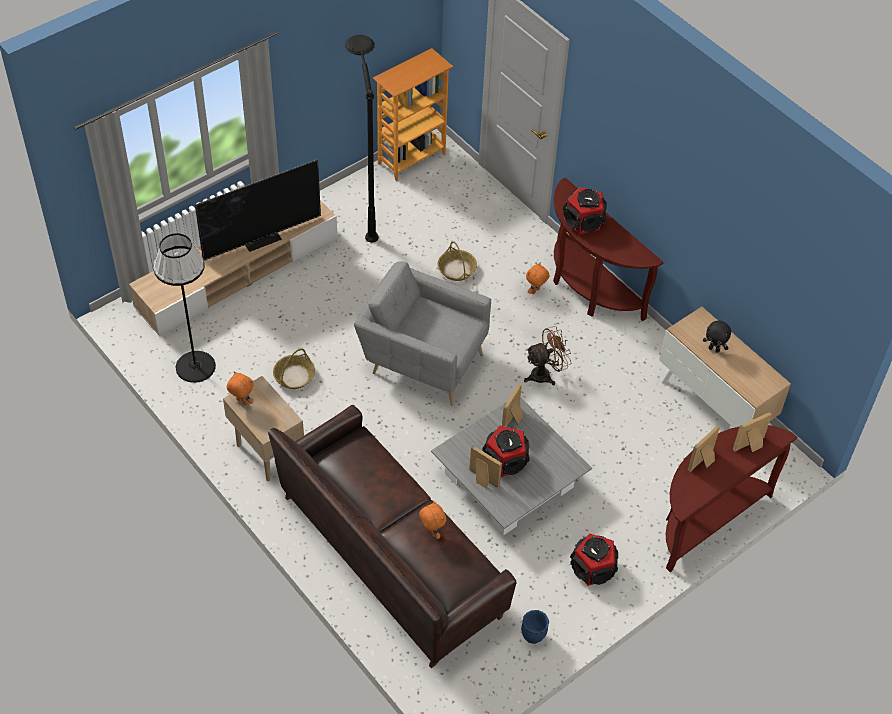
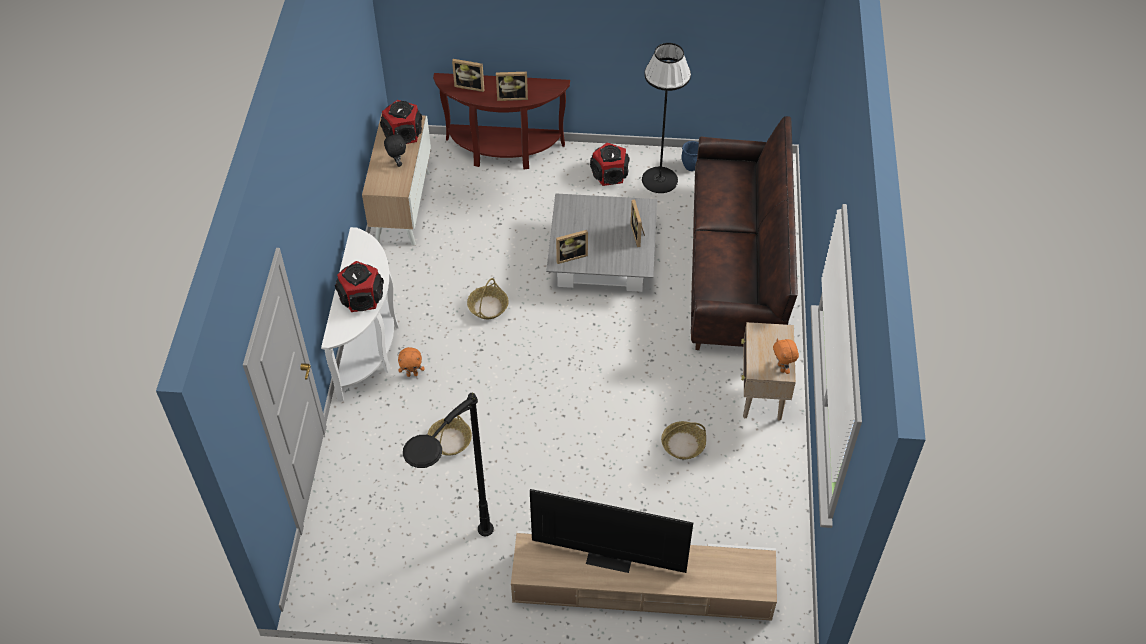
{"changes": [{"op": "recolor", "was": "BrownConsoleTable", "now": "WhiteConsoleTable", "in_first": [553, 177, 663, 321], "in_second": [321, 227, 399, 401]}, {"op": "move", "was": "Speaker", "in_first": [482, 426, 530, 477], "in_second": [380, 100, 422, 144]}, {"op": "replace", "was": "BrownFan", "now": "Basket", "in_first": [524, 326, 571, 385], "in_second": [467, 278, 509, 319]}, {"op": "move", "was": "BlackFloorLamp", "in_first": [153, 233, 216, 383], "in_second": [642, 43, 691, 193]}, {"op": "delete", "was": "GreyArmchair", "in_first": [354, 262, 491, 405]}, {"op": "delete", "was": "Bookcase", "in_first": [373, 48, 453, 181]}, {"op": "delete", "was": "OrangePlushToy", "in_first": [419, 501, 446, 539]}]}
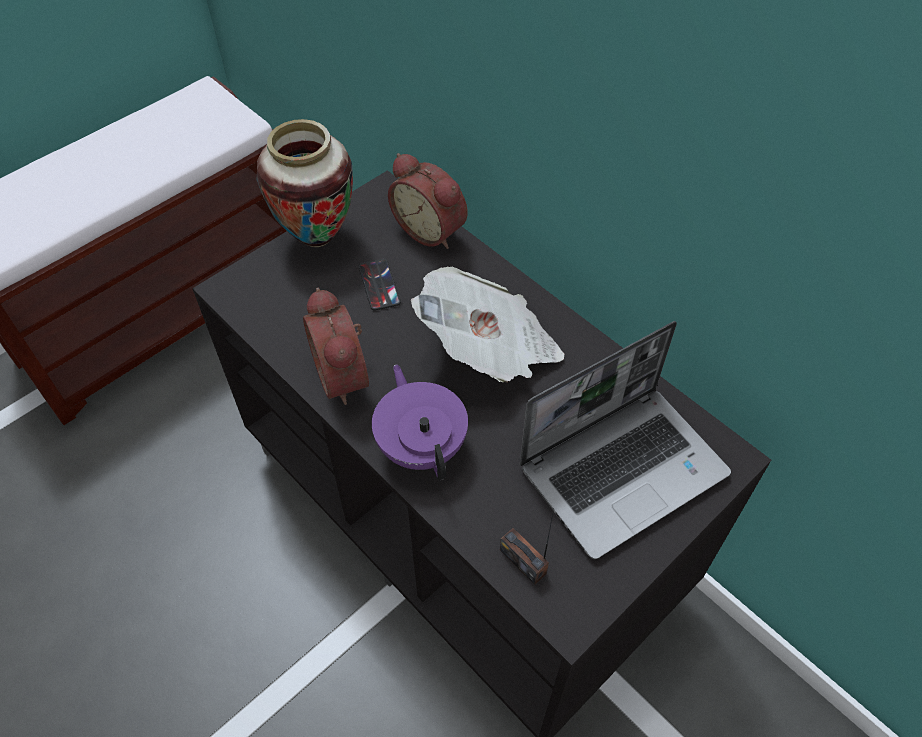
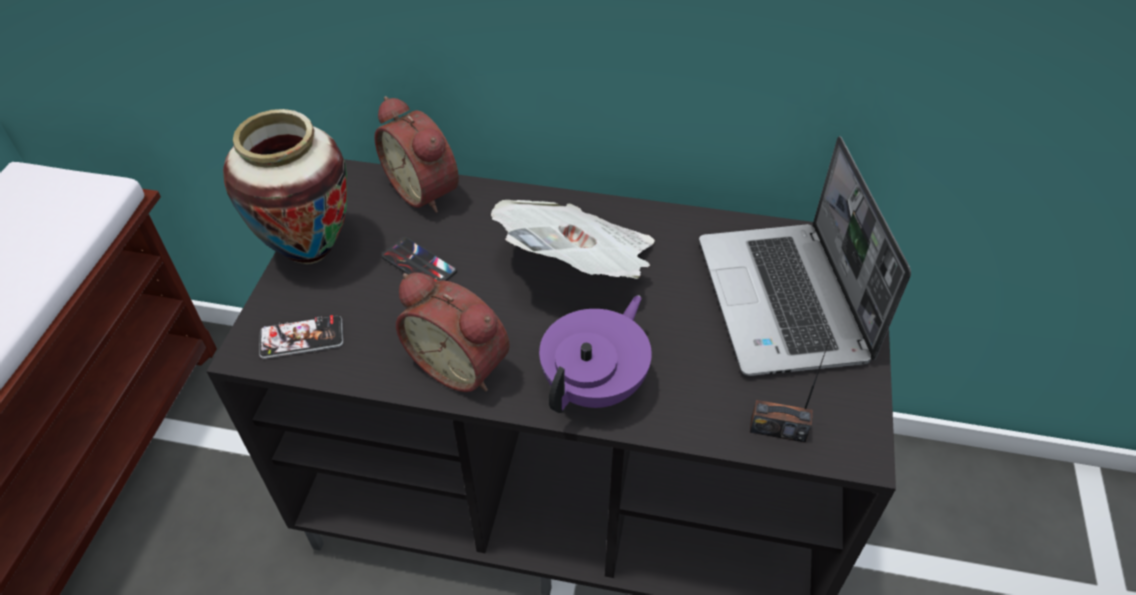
{"changes": [{"op": "insert", "now": "Phone", "in_second": [259, 315, 343, 359]}, {"op": "rotate", "was": "AlarmClock", "in_first": [388, 153, 468, 249], "in_second": [374, 96, 459, 213], "clockwise": 45}, {"op": "rotate", "was": "PurpleTeapot", "in_first": [372, 364, 468, 480], "in_second": [539, 295, 652, 413], "clockwise": 90}, {"op": "rotate", "was": "Laptop", "in_first": [520, 321, 731, 559], "in_second": [699, 136, 911, 376], "clockwise": 150}]}
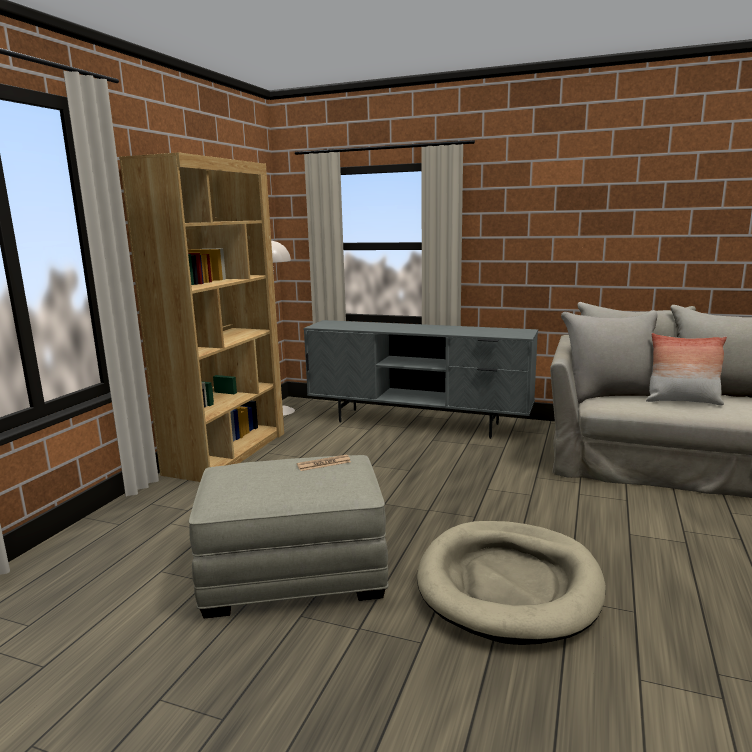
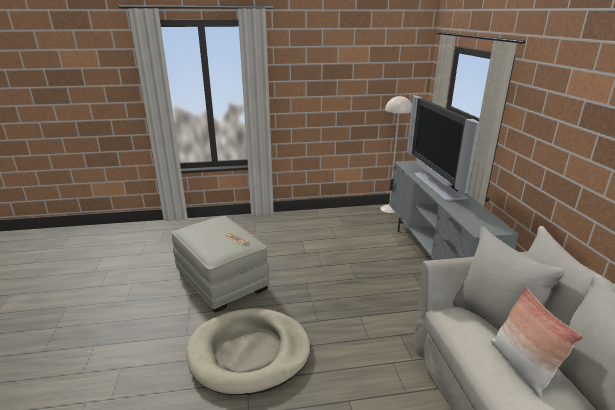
{"changes": [{"op": "insert", "now": "Television", "in_second": [407, 95, 480, 201]}, {"op": "delete", "was": "BrownBookcase", "in_first": [119, 152, 284, 482]}]}
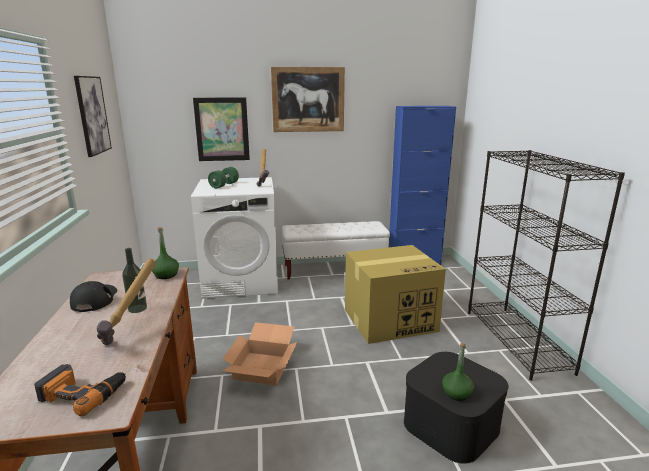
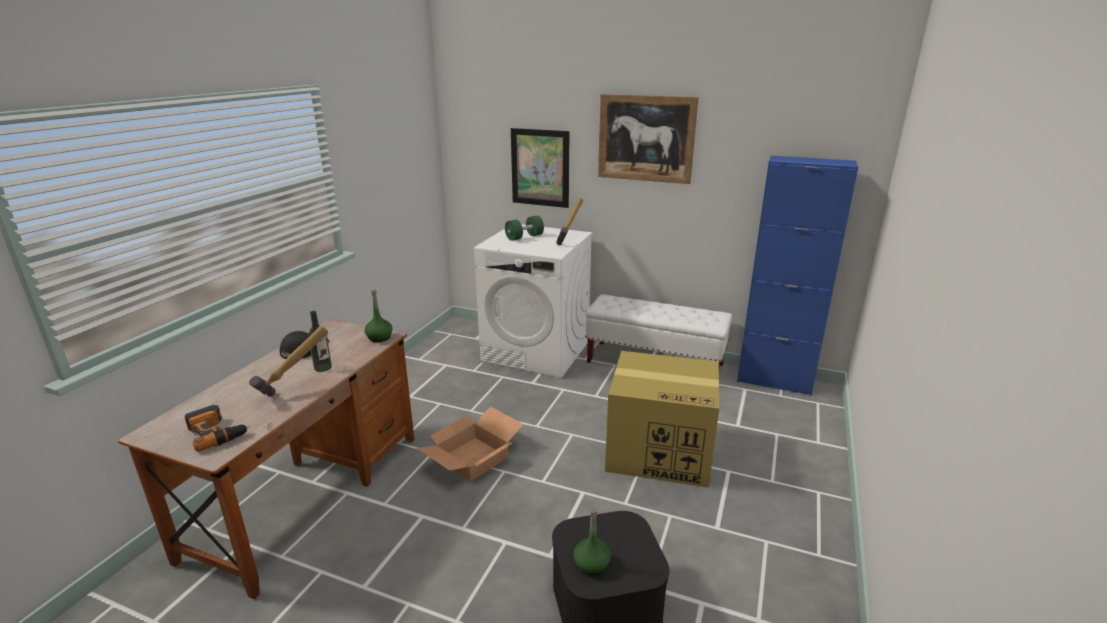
{"changes": [{"op": "delete", "was": "Picture", "in_first": [74, 76, 112, 157]}, {"op": "delete", "was": "BlackBookcase", "in_first": [468, 150, 625, 381]}]}
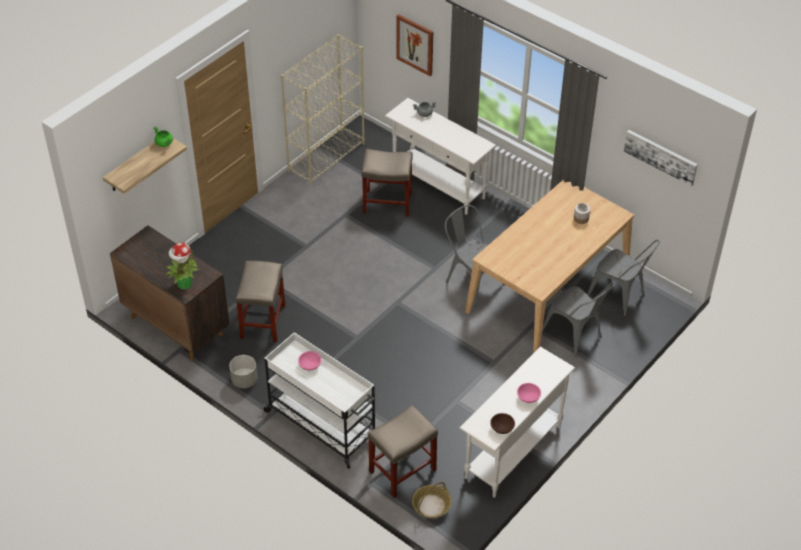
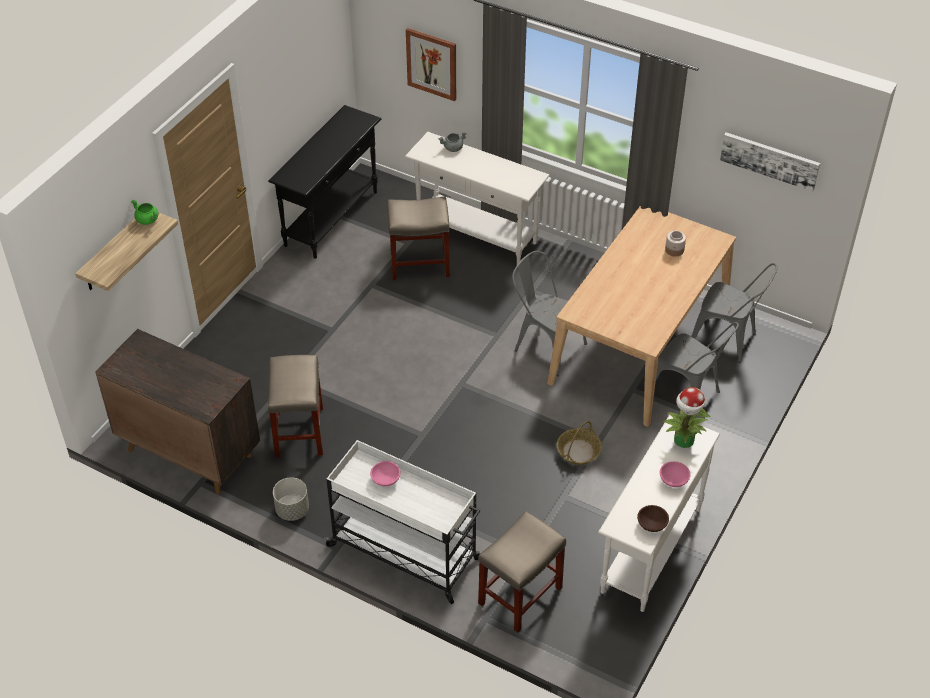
{"changes": [{"op": "replace", "was": "BeigeBookcase", "now": "BlackConsoleTable", "in_first": [281, 34, 365, 186], "in_second": [268, 105, 381, 259]}, {"op": "move", "was": "Basket", "in_first": [412, 482, 451, 518], "in_second": [557, 421, 602, 465]}, {"op": "move", "was": "PottedPlant", "in_first": [165, 242, 199, 289], "in_second": [663, 387, 710, 448]}]}
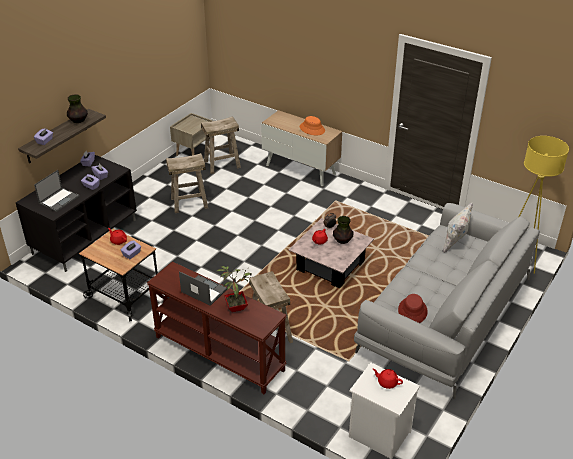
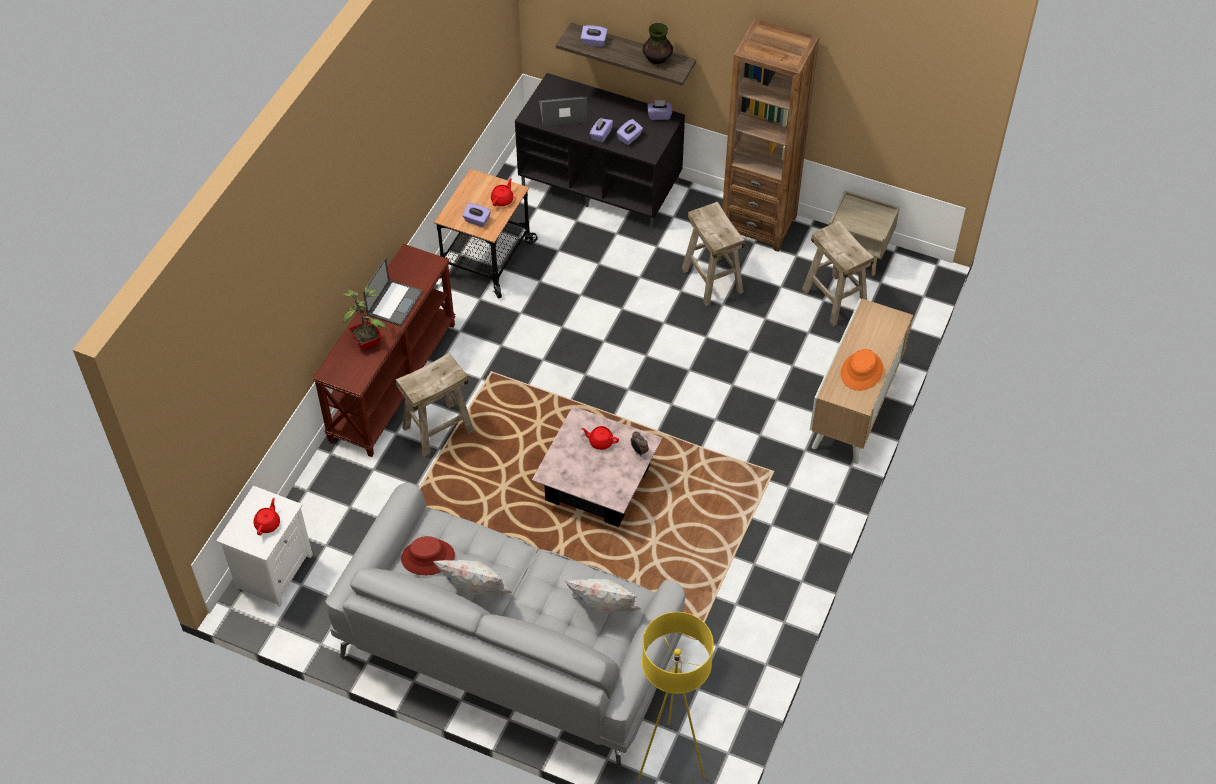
{"changes": [{"op": "insert", "now": "WhitePillow", "in_second": [433, 560, 512, 595]}, {"op": "rotate", "was": "Laptop", "in_first": [34, 170, 79, 212], "in_second": [539, 97, 587, 126], "clockwise": 150}, {"op": "insert", "now": "BrownBookcase", "in_second": [722, 19, 819, 252]}, {"op": "delete", "was": "Vase", "in_first": [333, 216, 353, 244]}]}
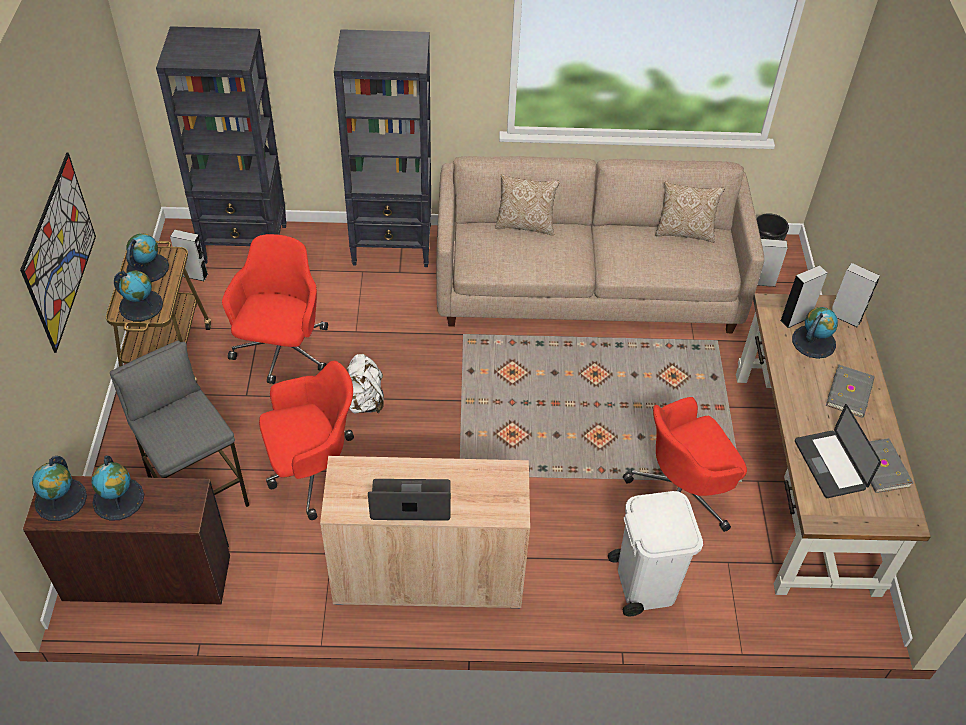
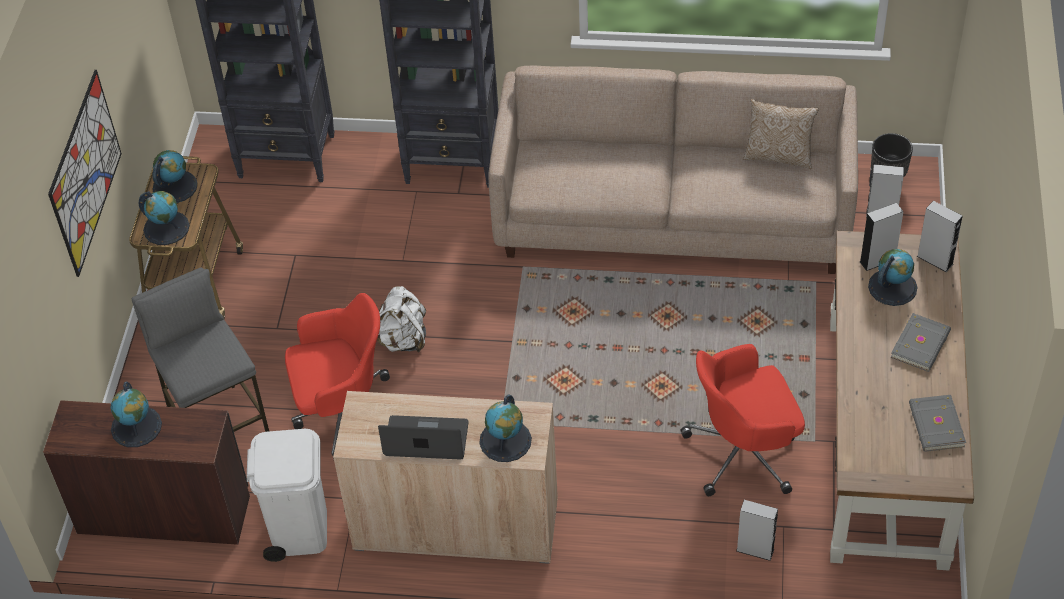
{"changes": [{"op": "move", "was": "WhiteTrashCan", "in_first": [608, 491, 703, 616], "in_second": [247, 429, 327, 562]}, {"op": "move", "was": "Globe", "in_first": [32, 456, 87, 521], "in_second": [479, 395, 532, 462]}, {"op": "move", "was": "GreySpeaker", "in_first": [170, 230, 208, 281], "in_second": [736, 500, 778, 561]}, {"op": "delete", "was": "RedOfficeChair", "in_first": [222, 234, 328, 384]}, {"op": "delete", "was": "Pillow", "in_first": [495, 174, 560, 236]}, {"op": "delete", "was": "Laptop", "in_first": [795, 404, 881, 498]}]}
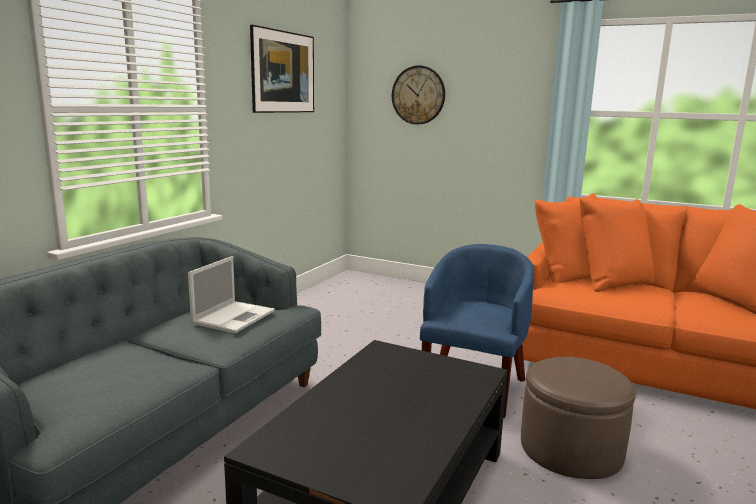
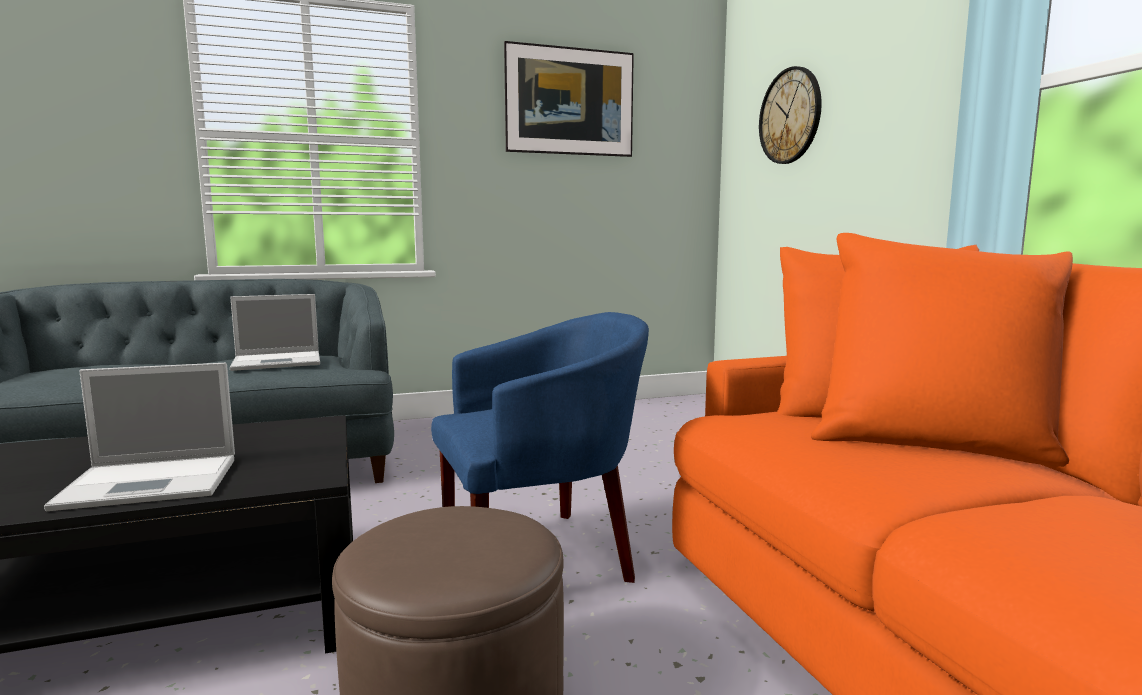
{"changes": [{"op": "insert", "now": "Laptop", "in_second": [44, 363, 235, 511]}]}
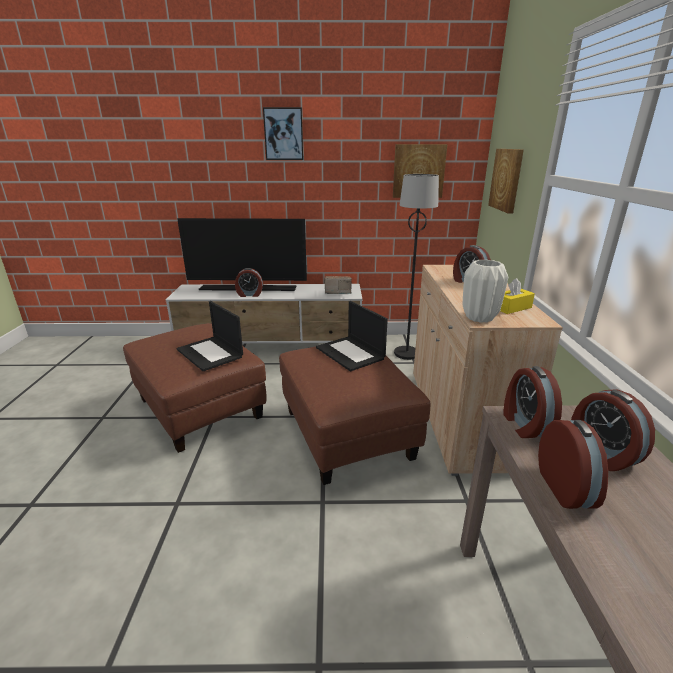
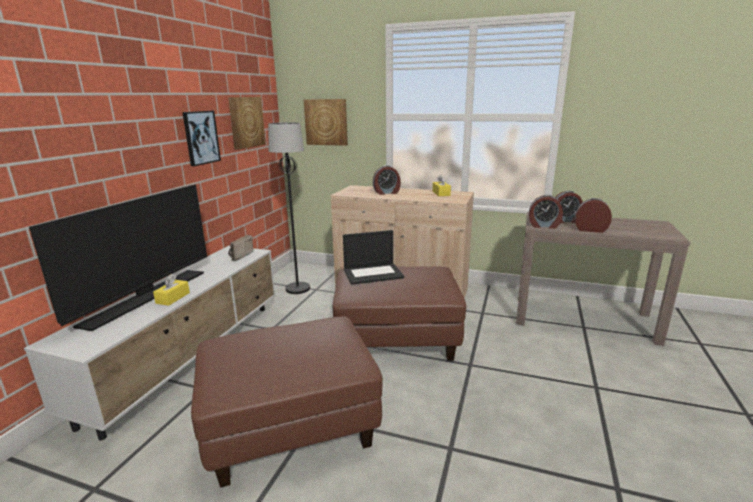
{"changes": [{"op": "replace", "was": "AlarmClock", "now": "YellowTissueBox", "in_first": [235, 268, 263, 297], "in_second": [153, 274, 190, 306]}, {"op": "move", "was": "Picture", "in_first": [263, 107, 303, 160], "in_second": [182, 111, 221, 166]}, {"op": "delete", "was": "Laptop", "in_first": [177, 301, 243, 371]}, {"op": "delete", "was": "WhiteVase", "in_first": [463, 259, 508, 323]}]}
